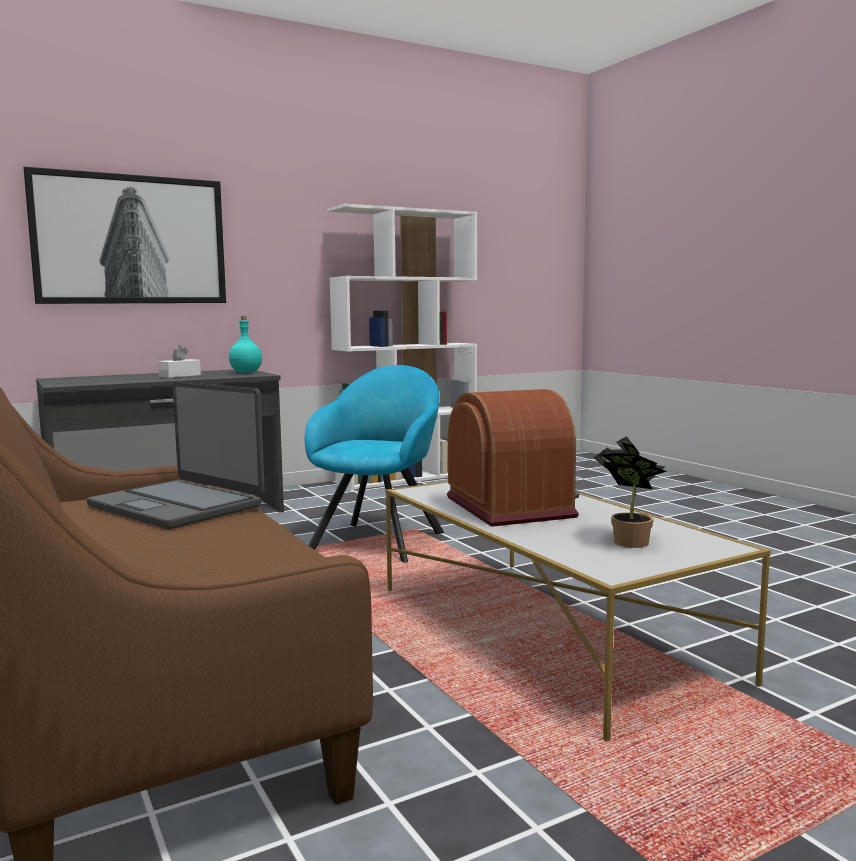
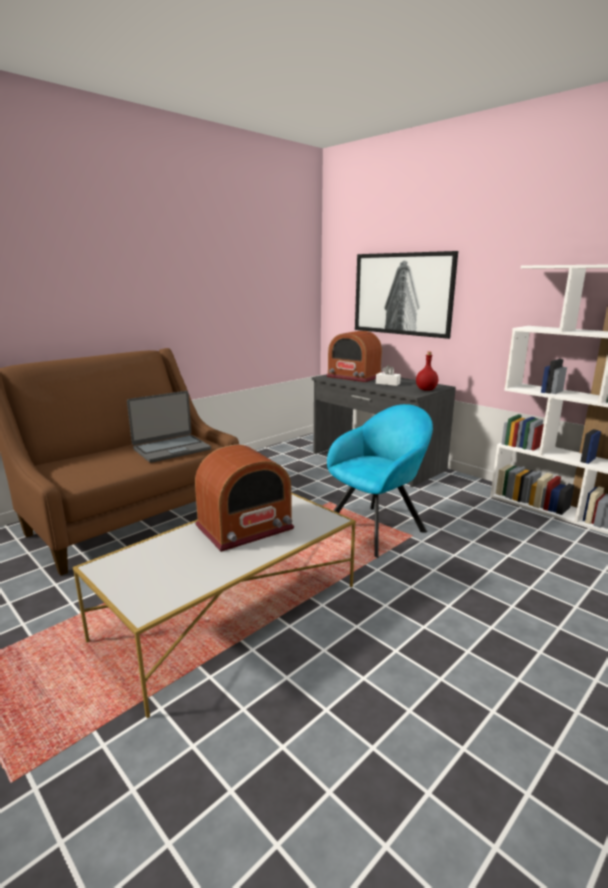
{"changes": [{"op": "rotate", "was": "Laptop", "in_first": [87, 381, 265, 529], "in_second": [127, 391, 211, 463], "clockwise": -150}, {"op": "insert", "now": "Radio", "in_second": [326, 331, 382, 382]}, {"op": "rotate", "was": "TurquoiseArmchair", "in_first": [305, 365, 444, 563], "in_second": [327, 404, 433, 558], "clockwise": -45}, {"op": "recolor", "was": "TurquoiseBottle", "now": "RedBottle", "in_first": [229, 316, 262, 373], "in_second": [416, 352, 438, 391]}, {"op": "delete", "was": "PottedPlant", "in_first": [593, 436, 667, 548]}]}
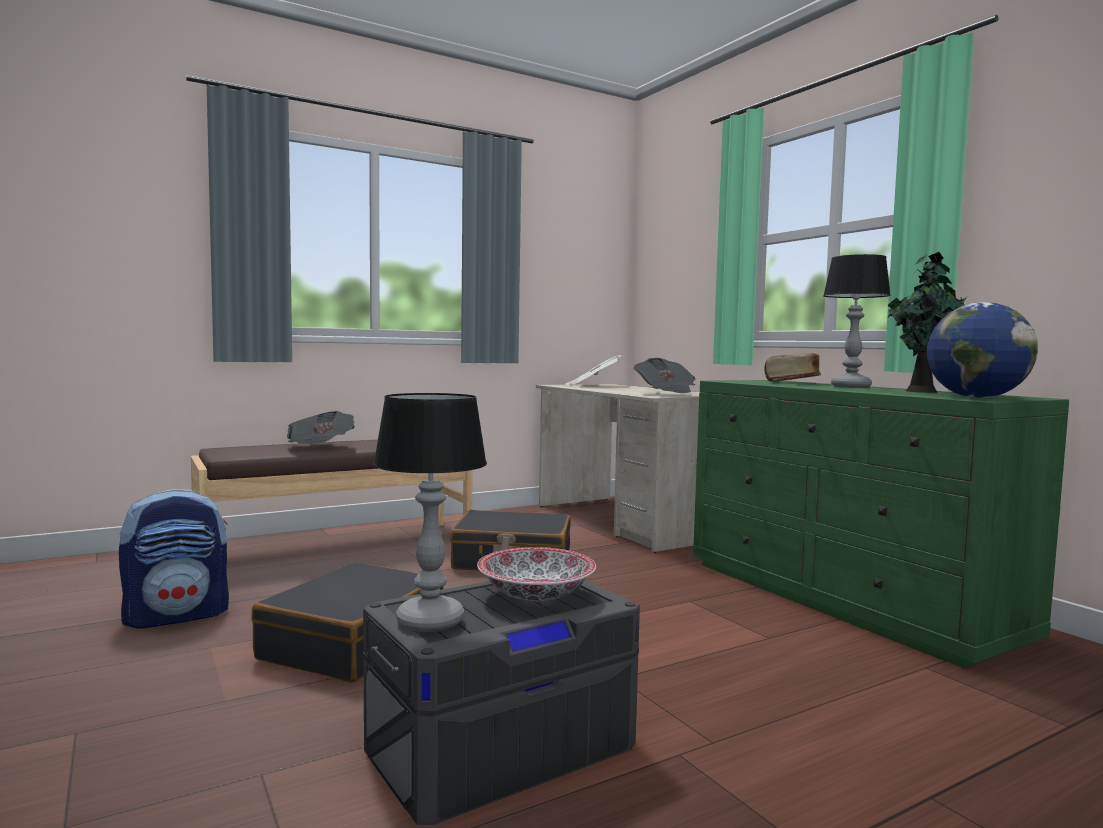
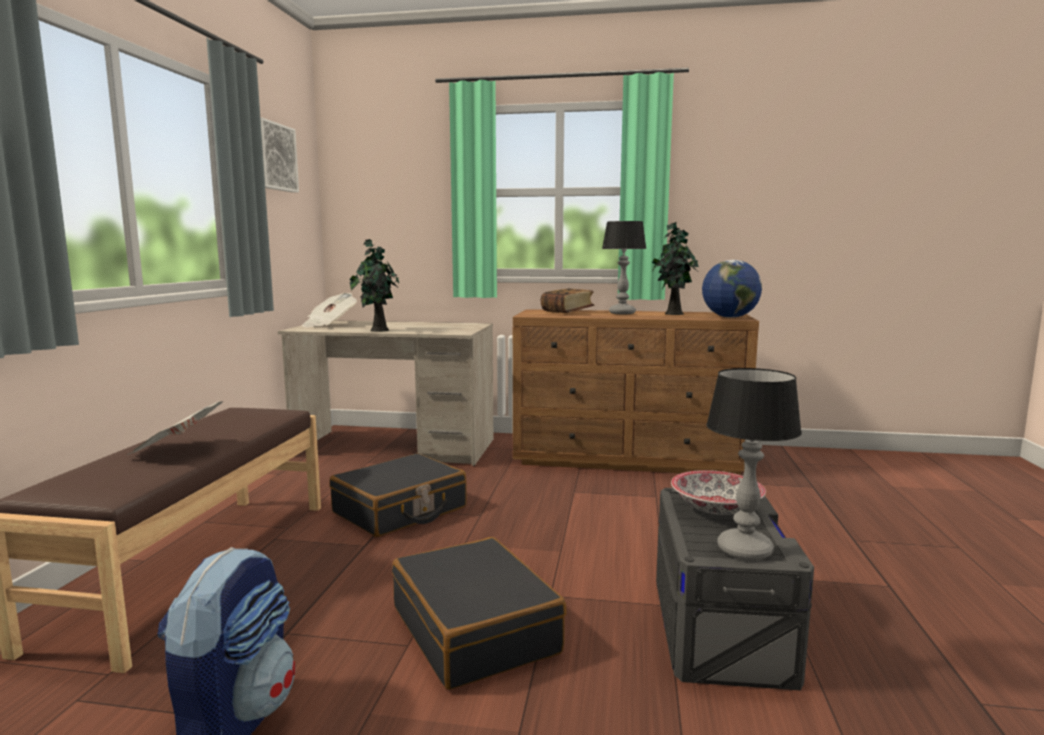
{"changes": [{"op": "insert", "now": "Picture", "in_second": [260, 117, 299, 193]}, {"op": "insert", "now": "PottedPlant", "in_second": [349, 239, 400, 332]}, {"op": "recolor", "was": "GreenDresser", "now": "BrownDresser", "in_first": [693, 380, 1069, 668], "in_second": [513, 309, 759, 475]}, {"op": "delete", "was": "Newspaper", "in_first": [634, 358, 695, 393]}]}
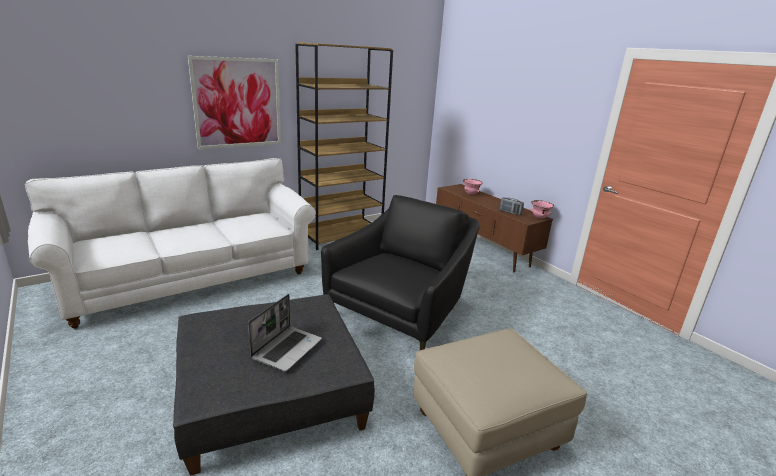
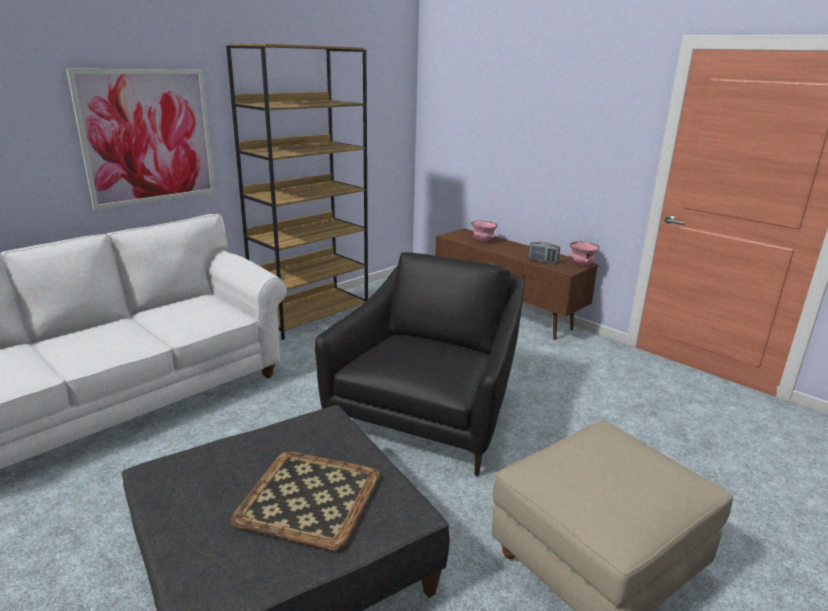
{"changes": [{"op": "replace", "was": "Laptop", "now": "Tray", "in_first": [248, 294, 322, 372], "in_second": [230, 451, 380, 551]}]}
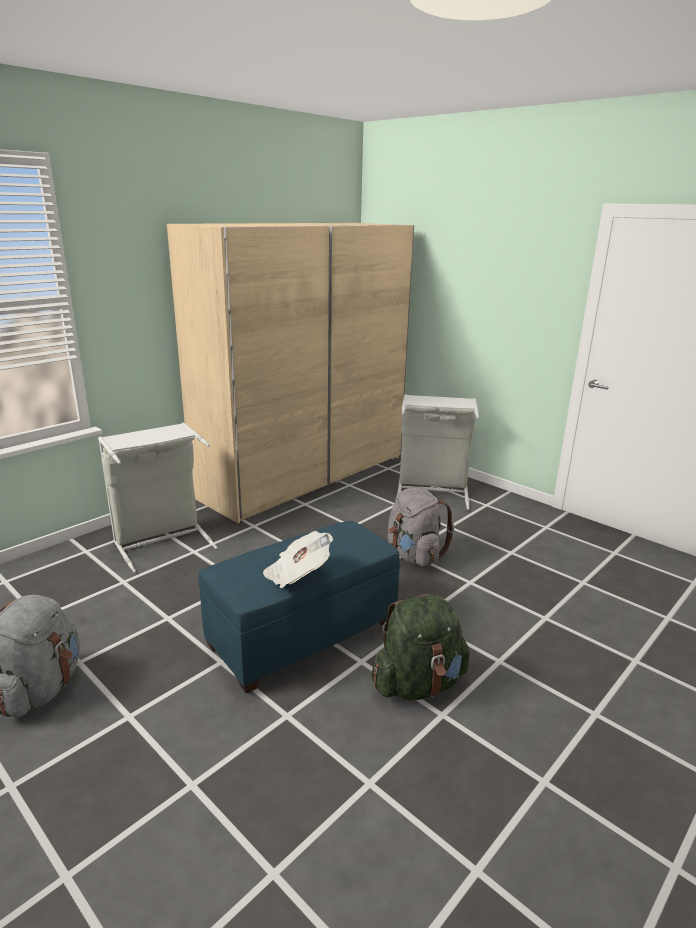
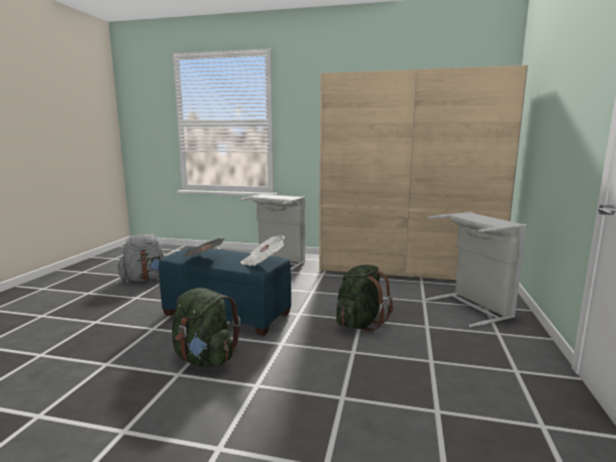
{"changes": [{"op": "insert", "now": "Newspaper", "in_second": [241, 235, 285, 266]}, {"op": "recolor", "was": "GreyBackpack", "now": "GreenBackpack", "in_first": [388, 487, 454, 566], "in_second": [336, 265, 393, 332]}]}
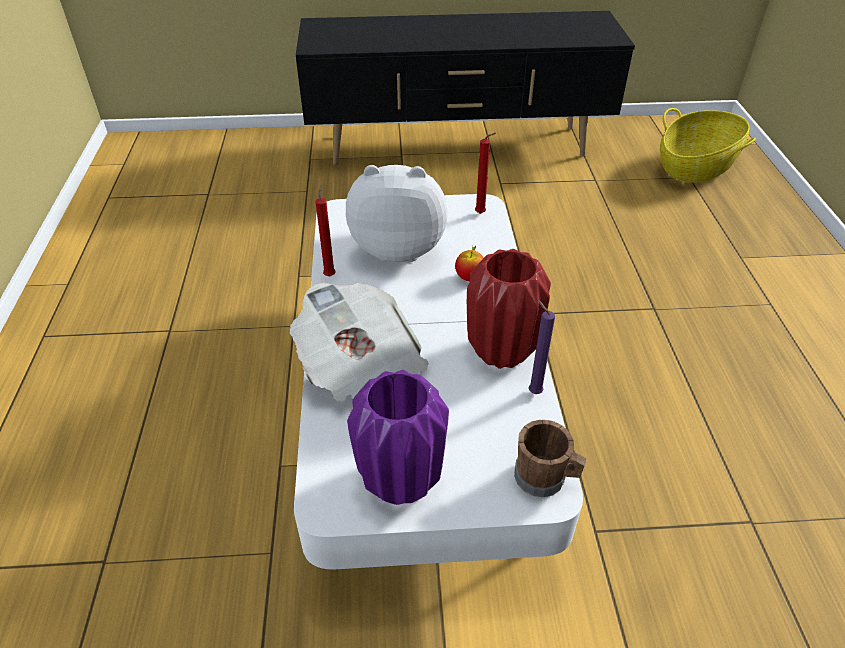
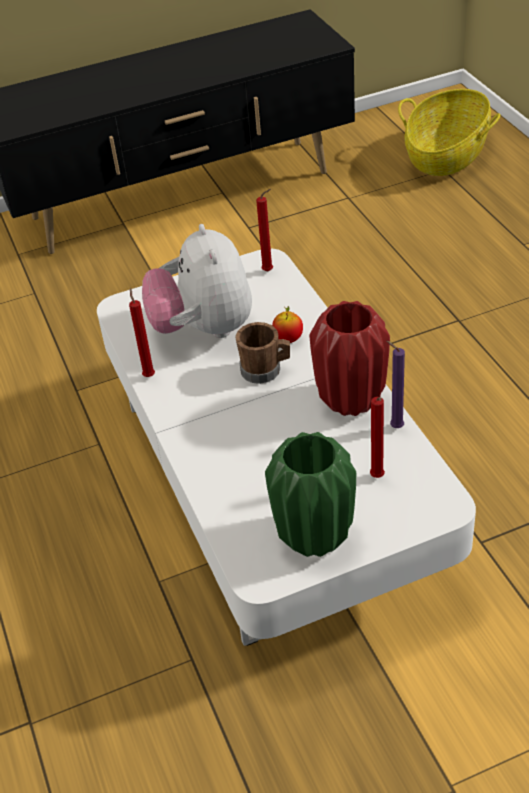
{"changes": [{"op": "rotate", "was": "PlushToy", "in_first": [346, 165, 448, 262], "in_second": [142, 224, 252, 338], "clockwise": -90}, {"op": "move", "was": "BrownMug", "in_first": [514, 420, 586, 497], "in_second": [235, 322, 290, 384]}, {"op": "recolor", "was": "PurpleVase", "now": "GreenVase", "in_first": [347, 370, 449, 505], "in_second": [265, 432, 356, 557]}, {"op": "insert", "now": "RedCandle", "in_second": [370, 397, 385, 478]}, {"op": "delete", "was": "Newspaper", "in_first": [290, 282, 429, 402]}]}
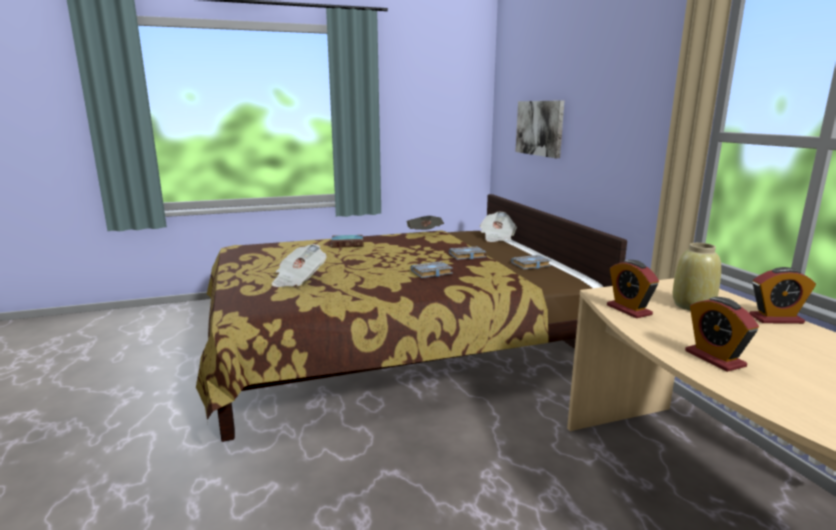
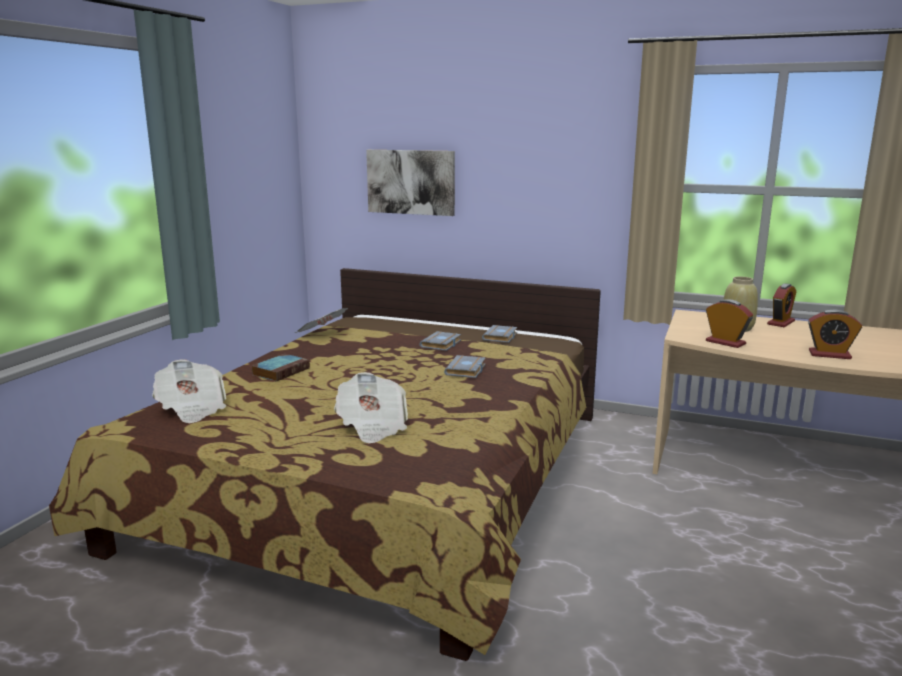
{"changes": [{"op": "move", "was": "Newspaper", "in_first": [480, 212, 517, 242], "in_second": [152, 360, 226, 423]}, {"op": "rotate", "was": "AlarmClock", "in_first": [607, 260, 659, 318], "in_second": [706, 299, 753, 348], "clockwise": -150}]}
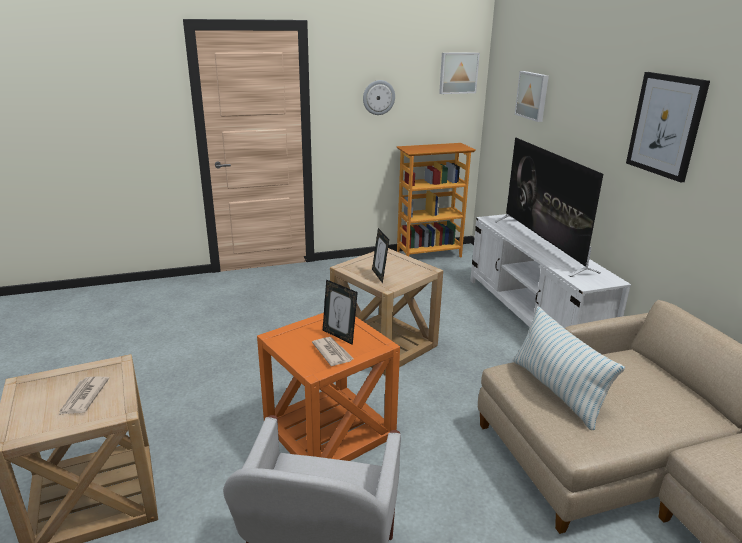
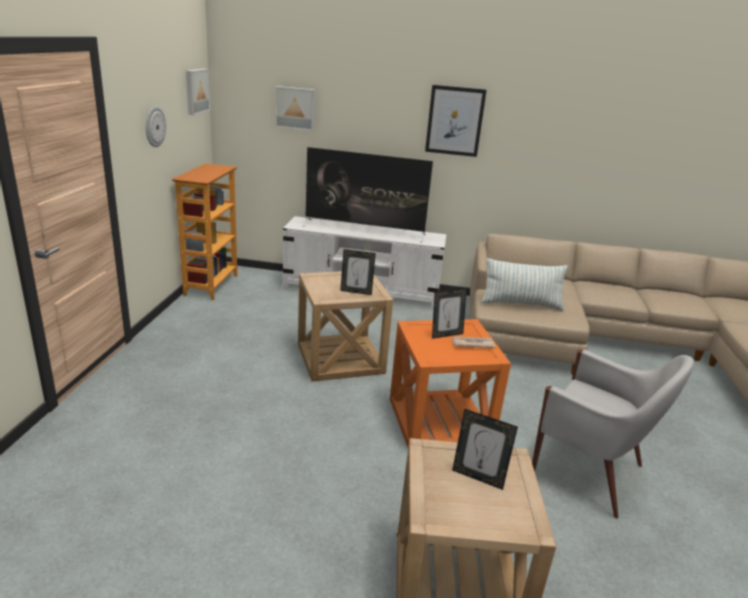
{"changes": [{"op": "replace", "was": "Newspaper", "now": "PictureFrame", "in_first": [59, 377, 109, 415], "in_second": [452, 409, 518, 490]}]}
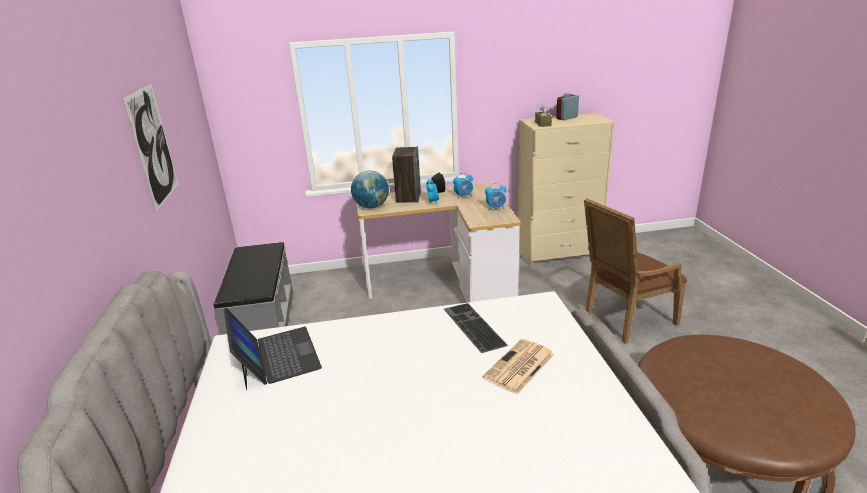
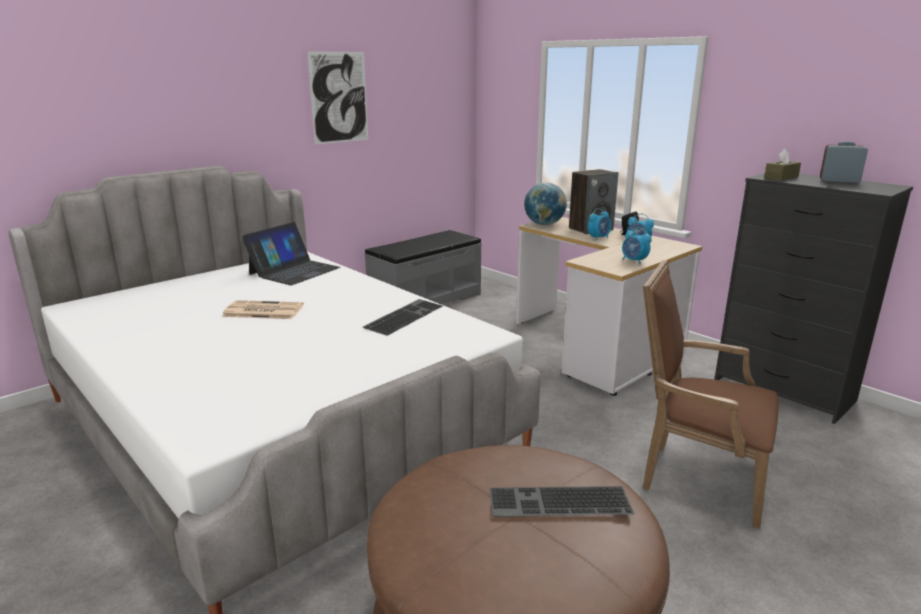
{"changes": [{"op": "move", "was": "Newspaper", "in_first": [482, 339, 555, 394], "in_second": [222, 300, 304, 319]}, {"op": "insert", "now": "Keyboard", "in_second": [490, 486, 635, 517]}, {"op": "recolor", "was": "BeigeDresser", "now": "BlackDresser", "in_first": [518, 113, 615, 266], "in_second": [714, 173, 913, 424]}]}
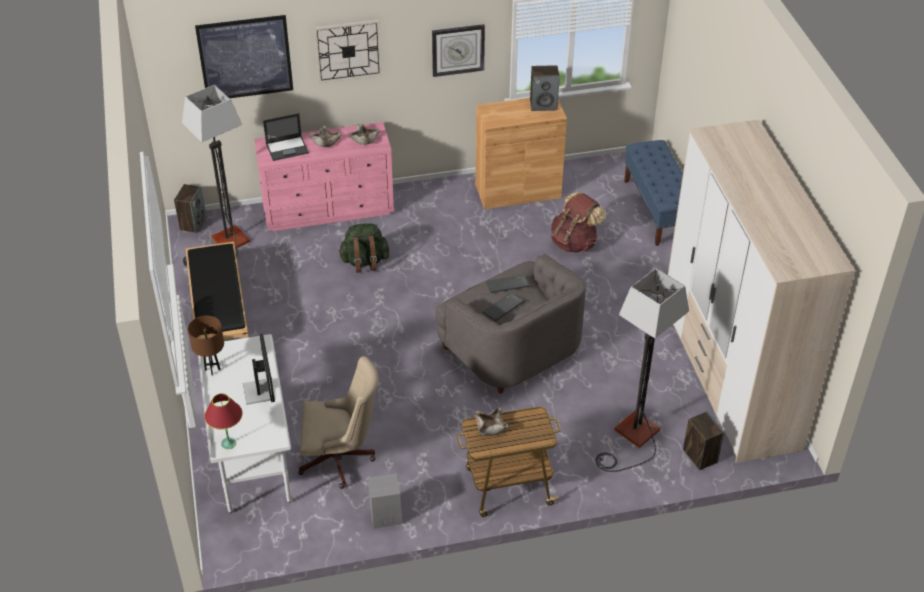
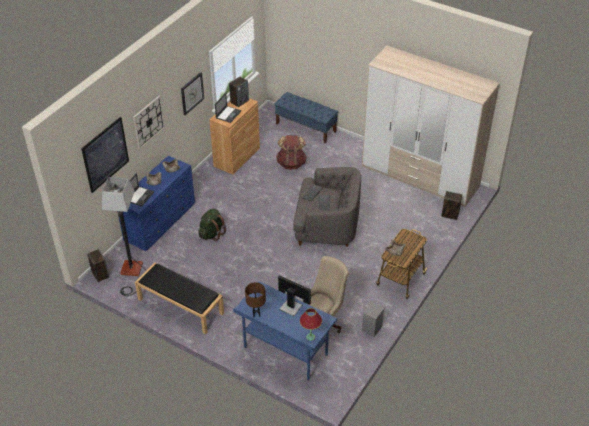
{"changes": [{"op": "recolor", "was": "PinkDresser", "now": "BlueDresser", "in_first": [254, 122, 394, 231], "in_second": [119, 156, 195, 251]}, {"op": "insert", "now": "Laptop", "in_second": [215, 93, 241, 123]}, {"op": "recolor", "was": "WhiteDesk", "now": "BlueDesk", "in_first": [198, 334, 291, 514], "in_second": [233, 281, 337, 381]}, {"op": "delete", "was": "FloorLamp", "in_first": [595, 268, 689, 472]}]}
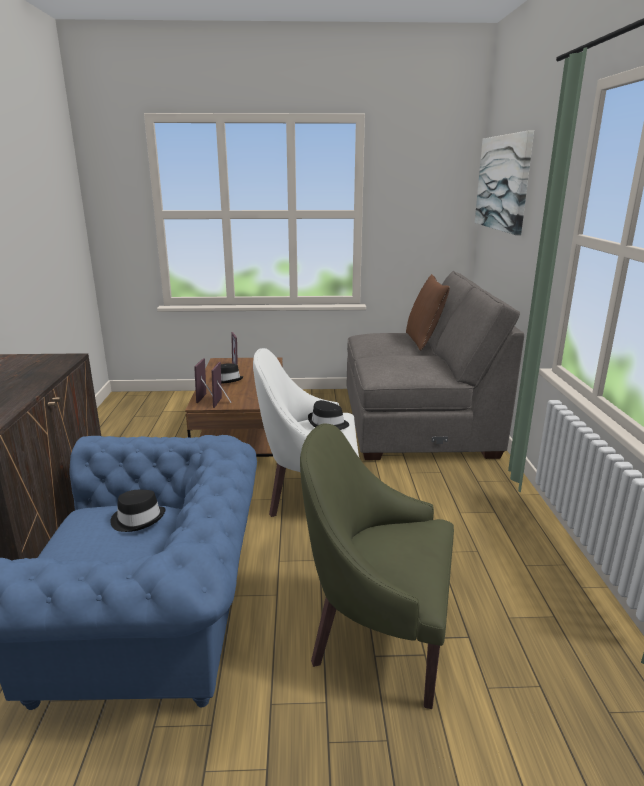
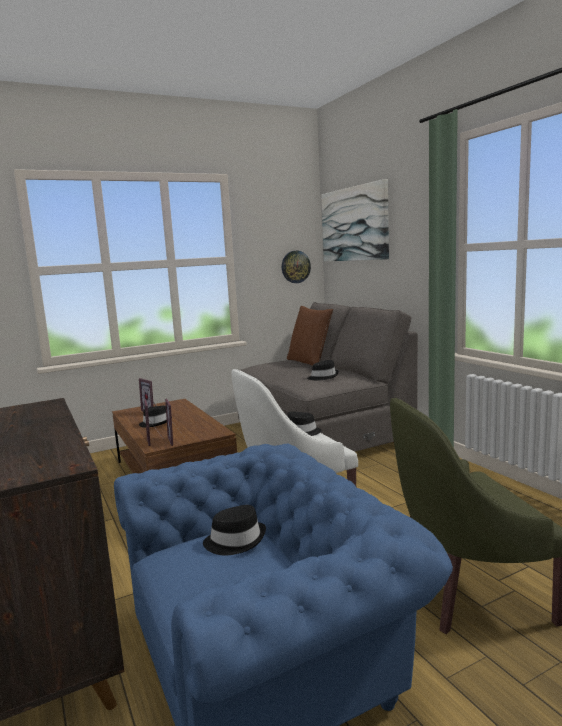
{"changes": [{"op": "insert", "now": "WallClock", "in_second": [282, 251, 311, 283]}, {"op": "insert", "now": "BlackHat", "in_second": [307, 360, 339, 381]}]}
